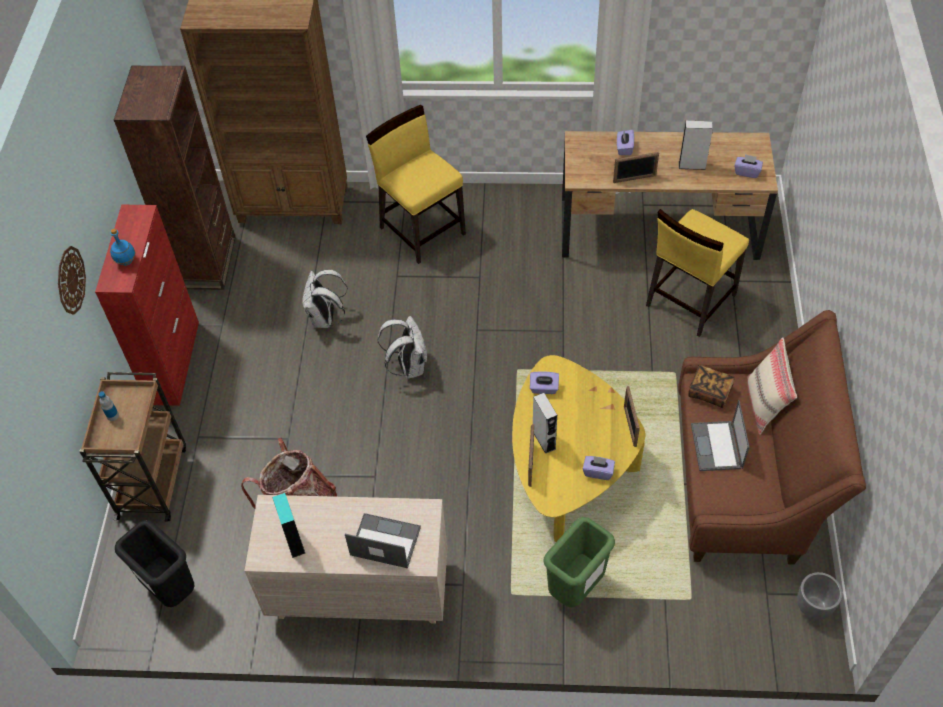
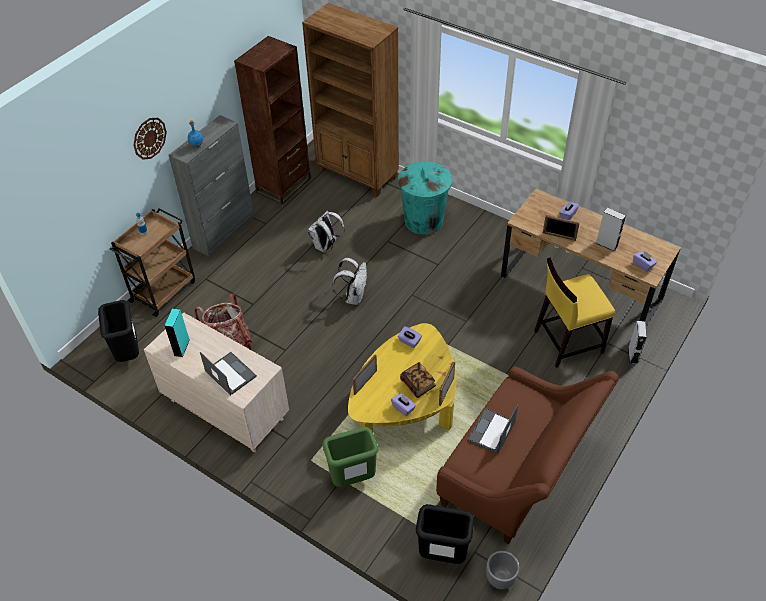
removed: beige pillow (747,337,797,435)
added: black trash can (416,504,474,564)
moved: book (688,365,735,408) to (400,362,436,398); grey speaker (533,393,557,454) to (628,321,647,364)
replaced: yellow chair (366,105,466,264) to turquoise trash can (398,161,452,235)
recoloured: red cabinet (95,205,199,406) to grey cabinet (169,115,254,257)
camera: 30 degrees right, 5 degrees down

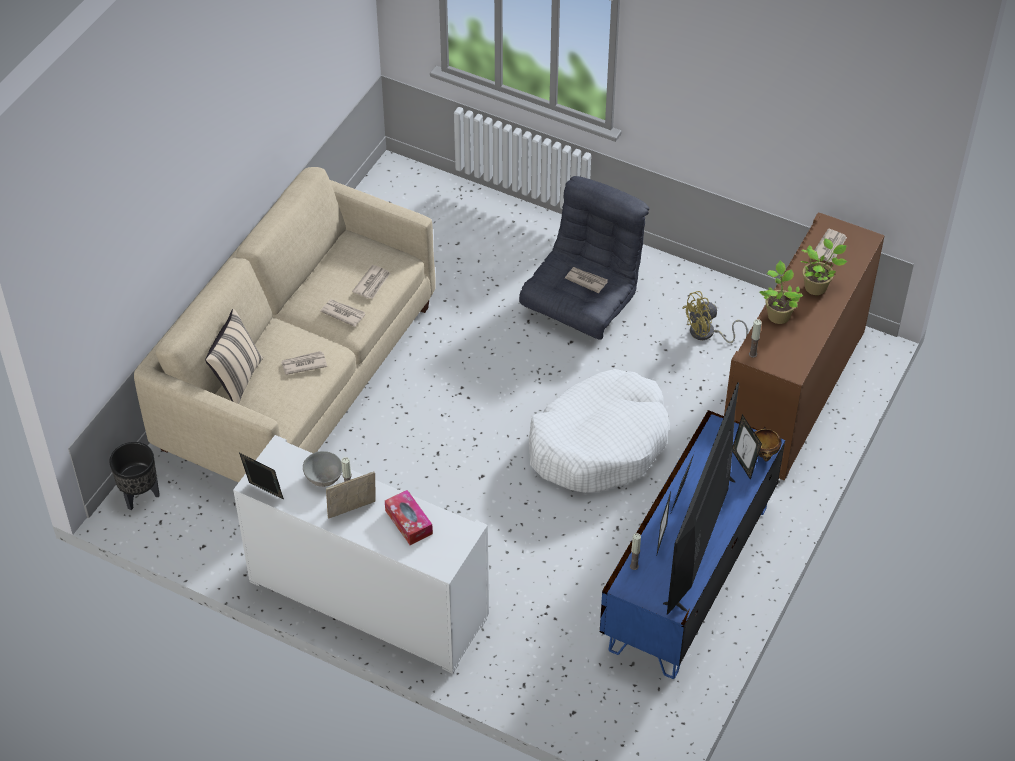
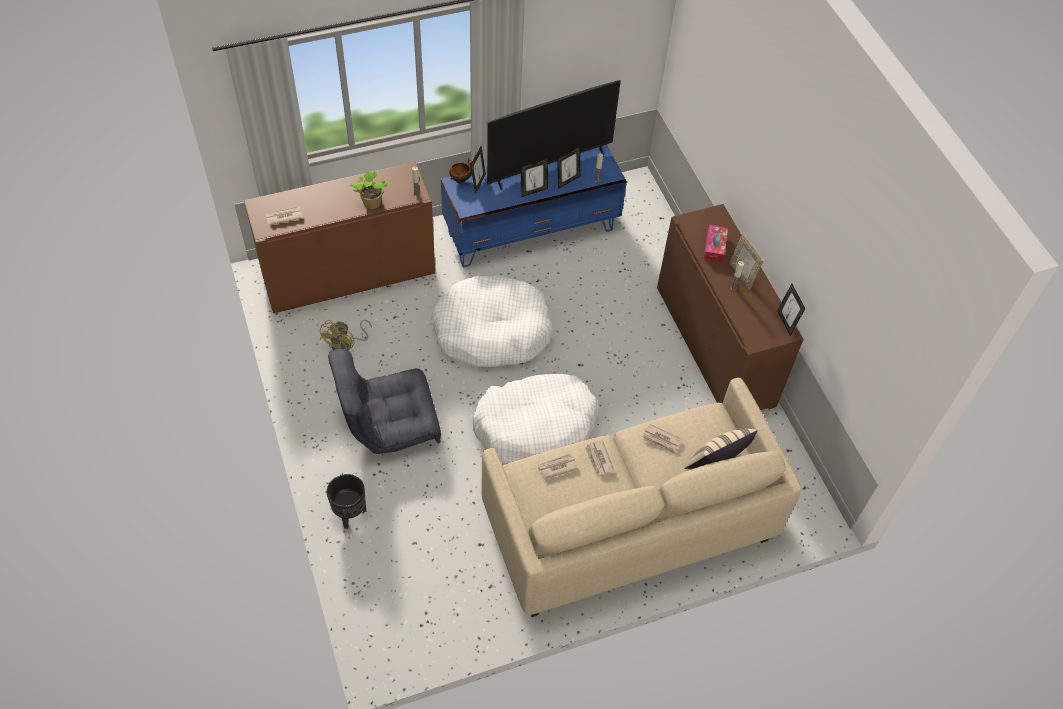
removed: grey bowl (303,451,342,487); newspaper (565,267,608,293); potted plant (801,238,848,295)
added: white dog bed (473,374,598,464)
moved: black planter (109,442,159,510) to (327,474,366,529)
recoloured: white cabinet (233,435,489,674) to brown cabinet (657,204,804,410)
turned: yellow fan (682,291,748,343) = (320,320,372,351) 90 degrees clockwise; picture frame (326,472,375,519) = (730,234,763,290) 45 degrees clockwise
camera: 140 degrees left, 5 degrees up

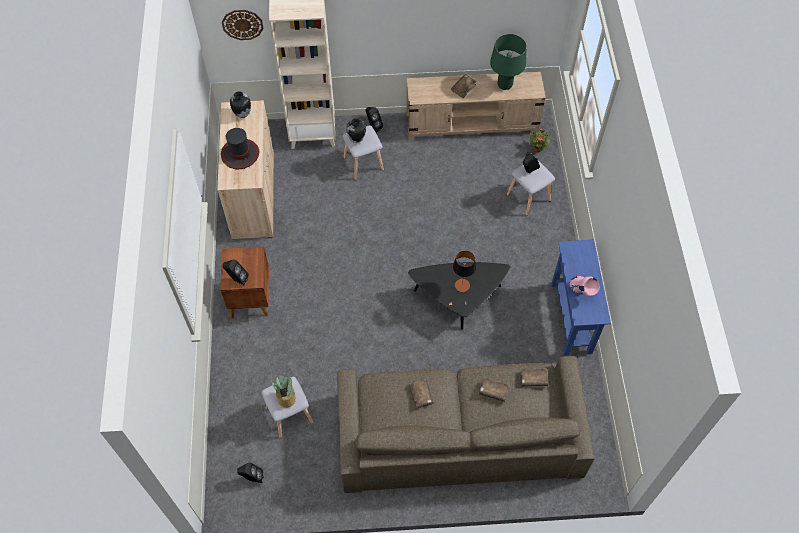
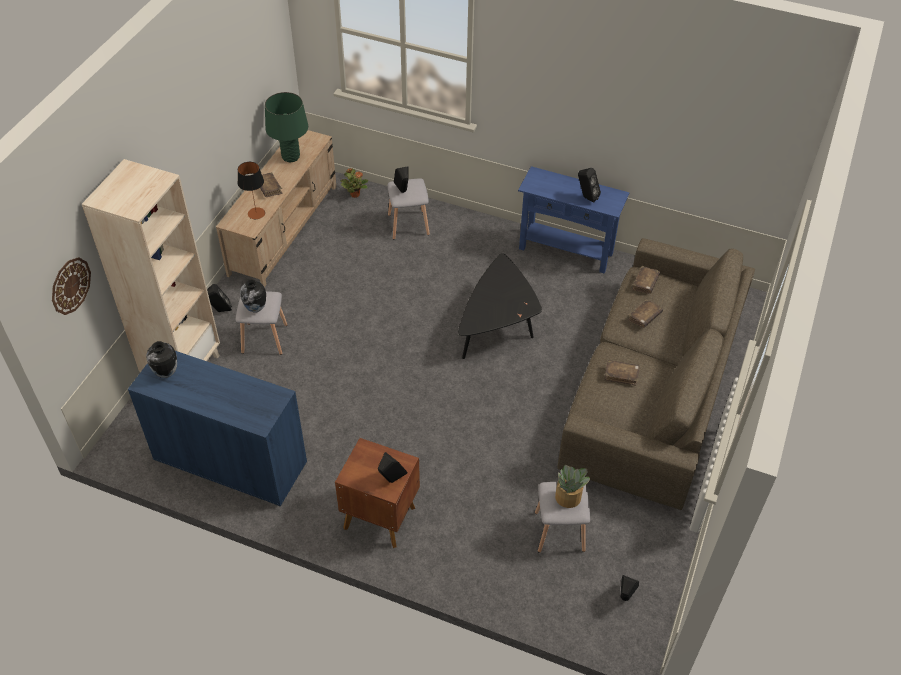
removed: hat (221,128,259,169)
moved: table lamp (453,251,476,292) to (237,162,265,219)
replaced: pink vase (569,276,600,296) to black speaker (578,168,601,203)
recoloured: beige cabinet (217,100,274,240) to blue cabinet (128,351,307,507)
camera: 65 degrees left, 10 degrees down

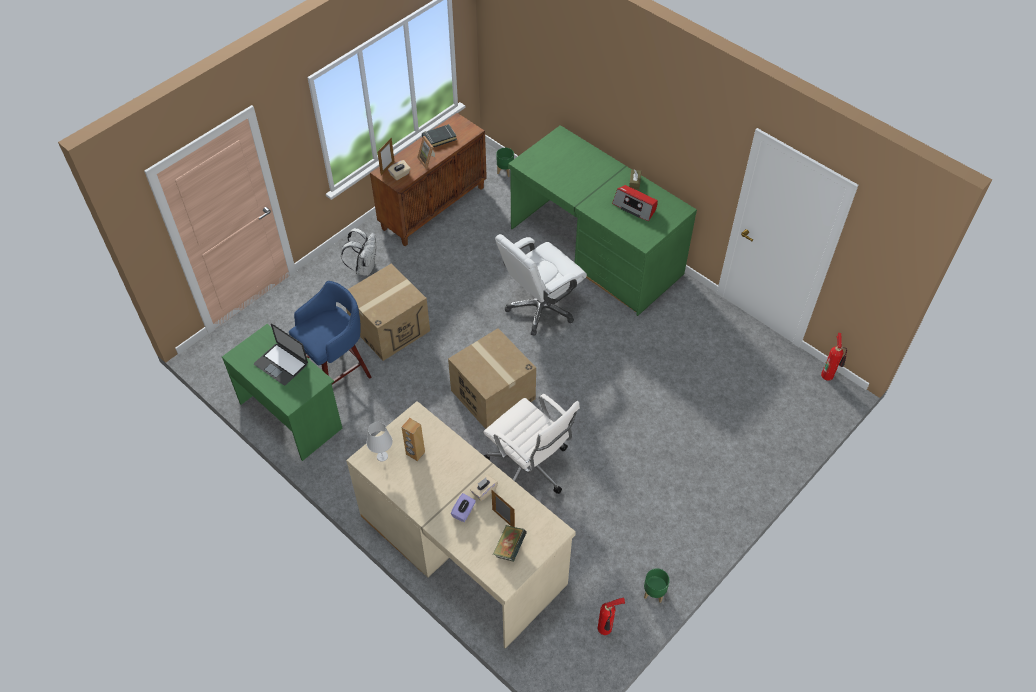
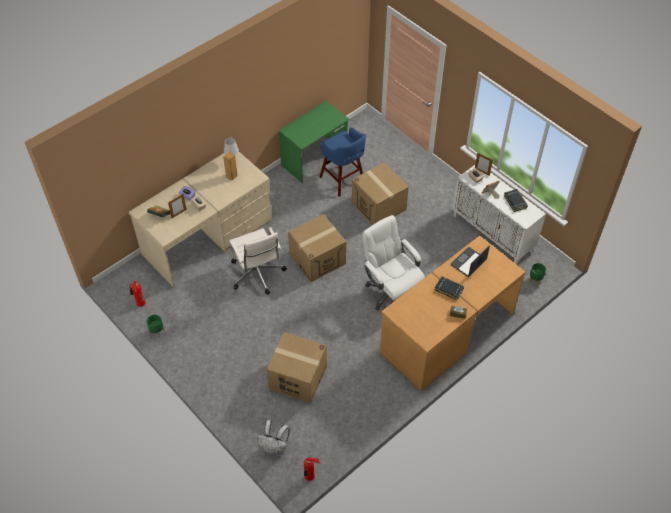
removed: radio (612,185,658,221)
added: cardboard box (266,332,327,403); black book (435,276,464,300)
moved: white backpack (341,228,376,276) to (257,420,290,456); laptop (254,323,308,385) to (450,245,490,277)
recoloured: green desk (508,125,697,316) to brown desk (380,236,526,391); brown cabinet (370,113,487,246) to white cabinet (452,165,546,264)
turned: white office chair (483,394,580,494) = (229,227,287,295) 75 degrees counterclockwise
camera: 95 degrees right, 0 degrees up

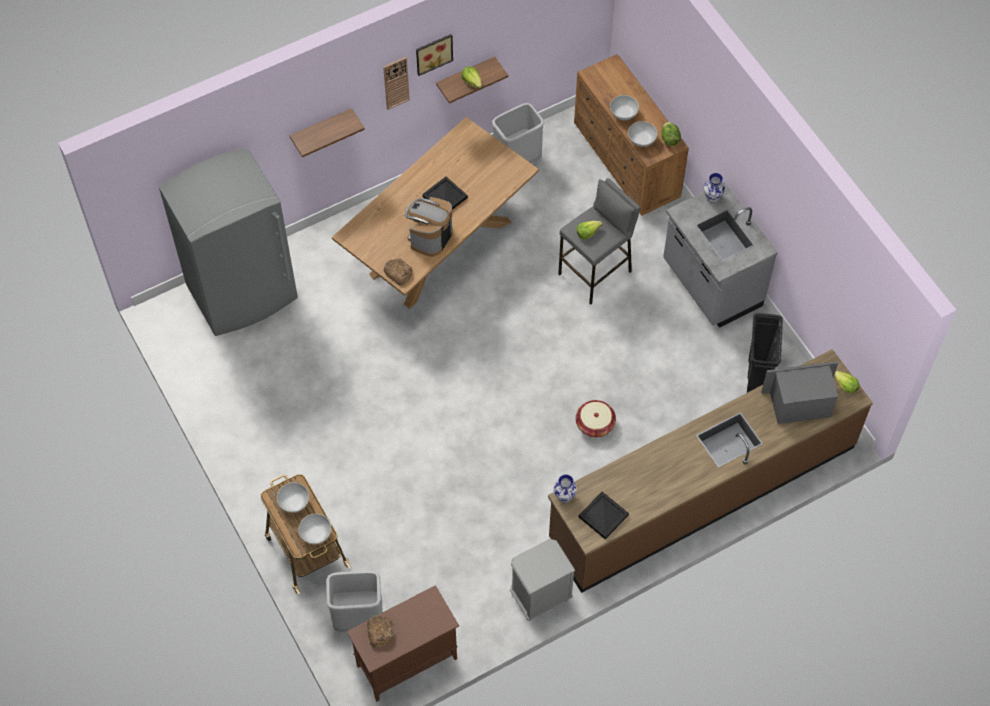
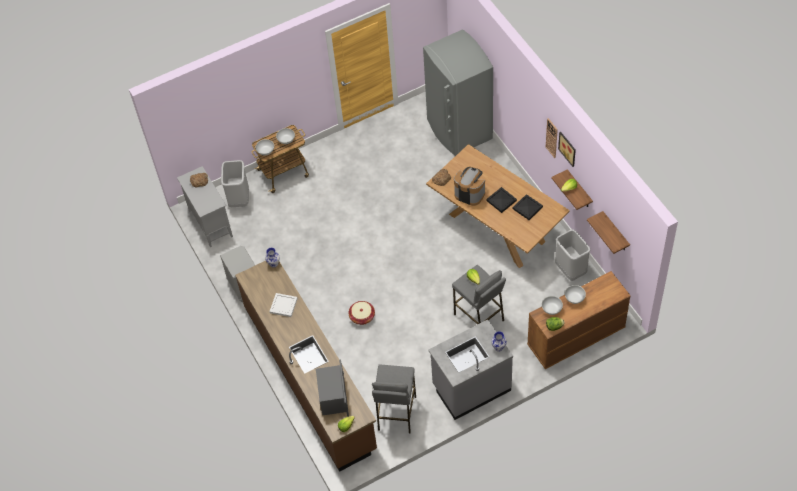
added: white tray (269,293,298,317)
moved: black tray (578,492,629,539) to (513,194,543,220); shelf (290,108,365,157) to (587,211,630,254)
replaced: black trash can (747,313,783,393) to grey stool (372,365,416,433)
recoloured: brown cabinet (347,585,459,702) to grey cabinet (177,166,233,247)
camera: 95 degrees right, 5 degrees down

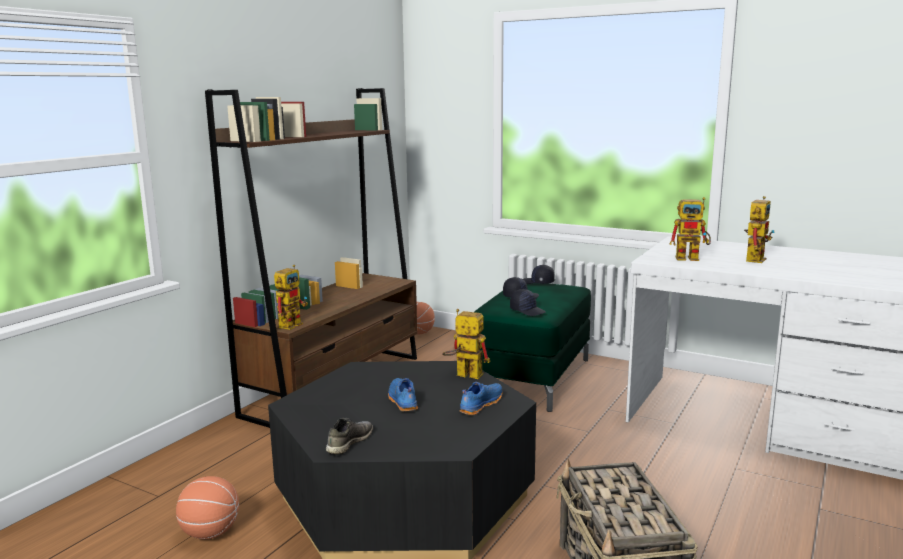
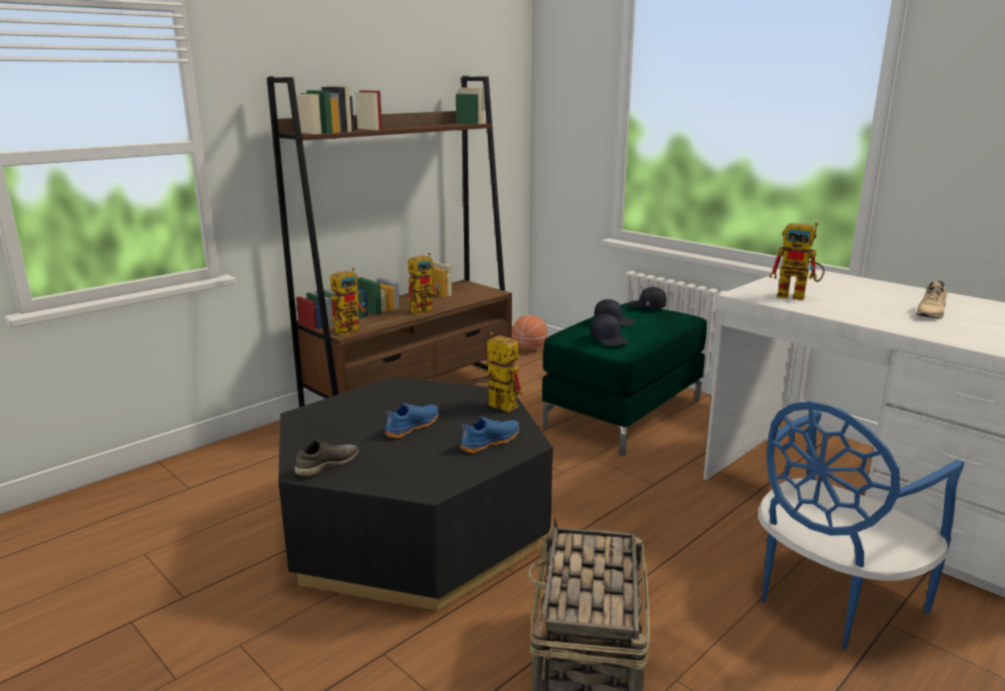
removed: basketball (176,476,239,539)
added: blue chair (758,401,964,649); beige shoe (915,281,947,319)
moved: toy robot (744,196,775,263) to (408,253,441,315)
turned: blue shoe (388,378,418,411) = (385,403,439,438) 45 degrees clockwise
camera: 15 degrees right, 5 degrees up

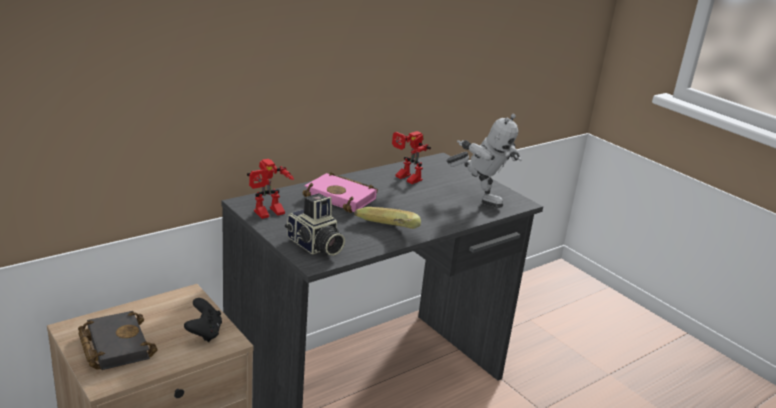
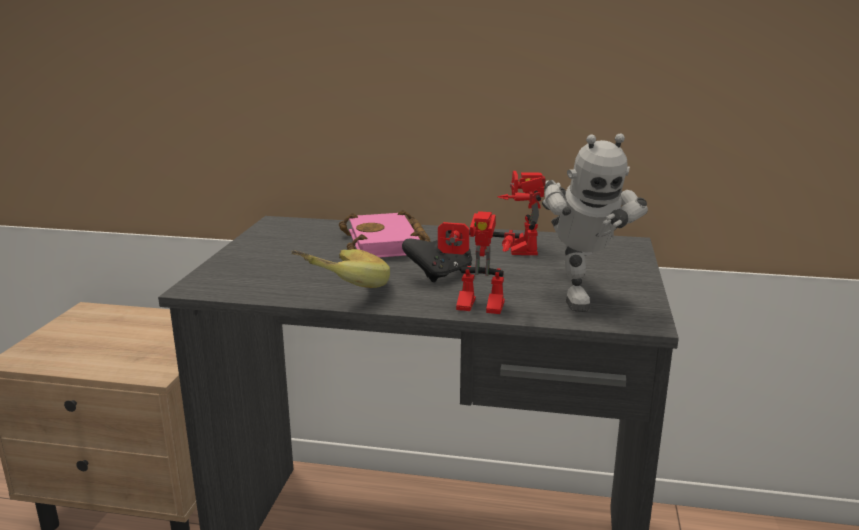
removed: black book (78,311,158,370); photo camera (285,193,345,256)
moved: black game controller (184,298,222,342) to (402,231,472,282); toy robot (247,159,294,219) to (438,211,520,314)
camera: 50 degrees right, 5 degrees down

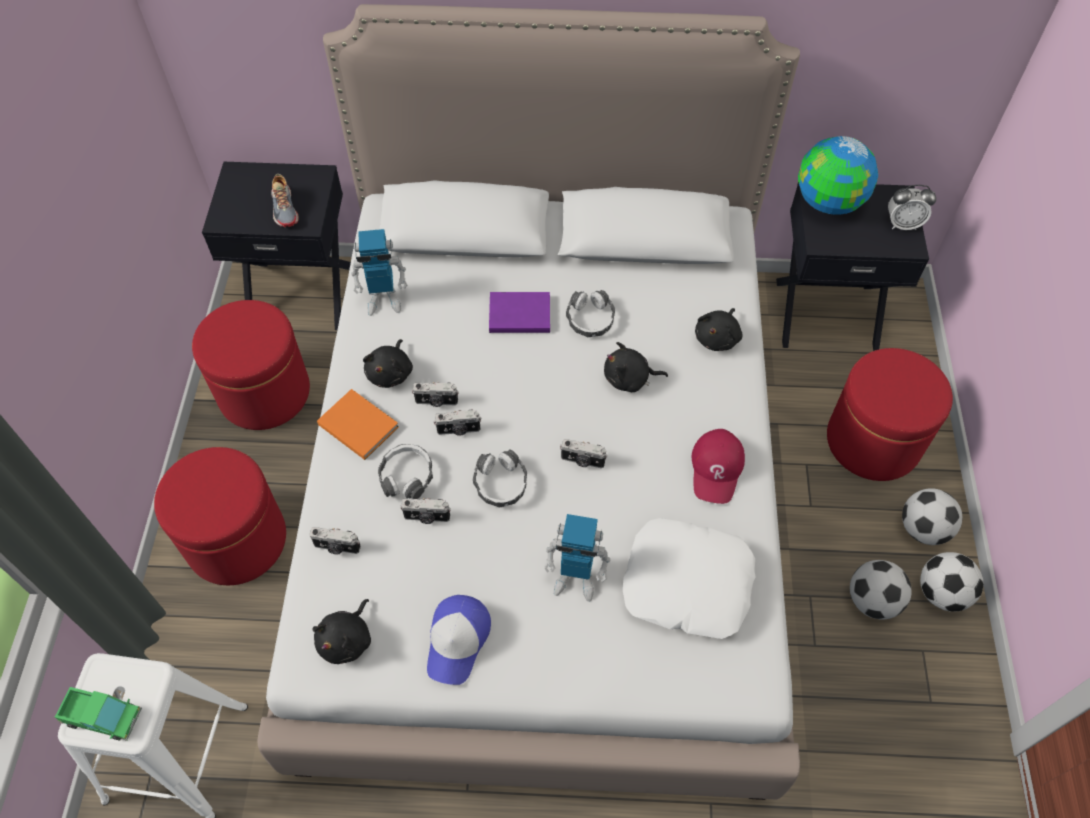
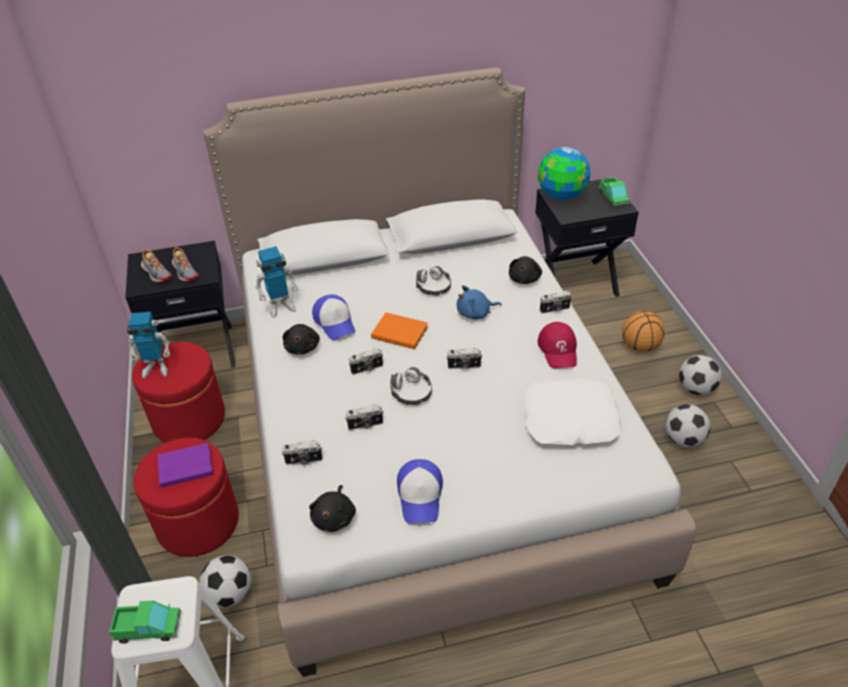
removed: headphones (378,444,433,499)
added: shoe (141,250,172,282); cap (312,294,355,340)
moved: toy robot (544,514,610,602) to (127,312,170,378); purple book (489,292,550,333) to (158,443,213,488); football (920,552,984,612) to (199,555,251,608); orange book (317,389,399,460) to (371,312,428,349); photo camera (412,382,459,407) to (540,291,572,314)
replaced: alarm clock (888,185,936,230) to toy truck (599,178,630,206); red ottoman (827,348,953,481) to basketball (622,311,665,352)
recoloured: black plush toy (604,342,668,392) to blue plush toy (457,285,502,320)
camera: 15 degrees left, 15 degrees down

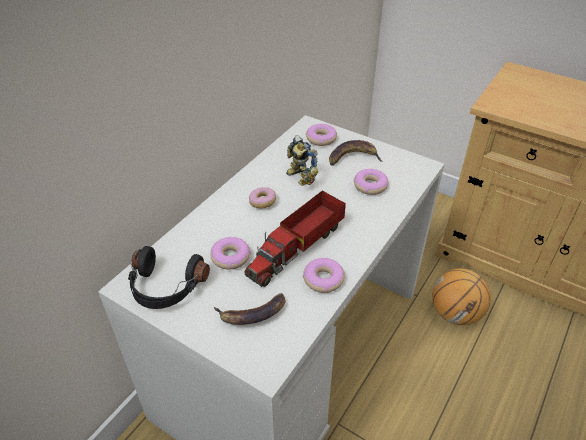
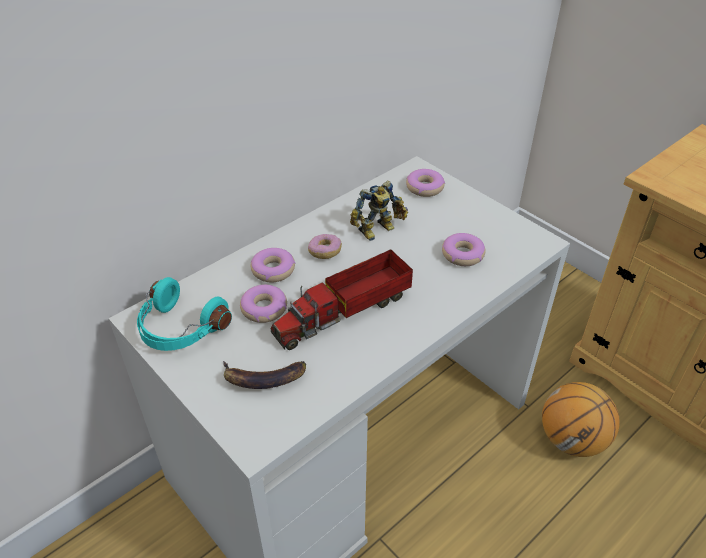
removed: banana (329,140,383,166)
moved: donut (303,258,345,293) to (251,248,296,282)
recoloured: black headphones (128,246,210,309) to turquoise headphones (137,277,232,351)
turned: toy robot (286,135,318,186) = (350,180,408,241) 105 degrees counterclockwise
camera: 15 degrees right, 0 degrees up

